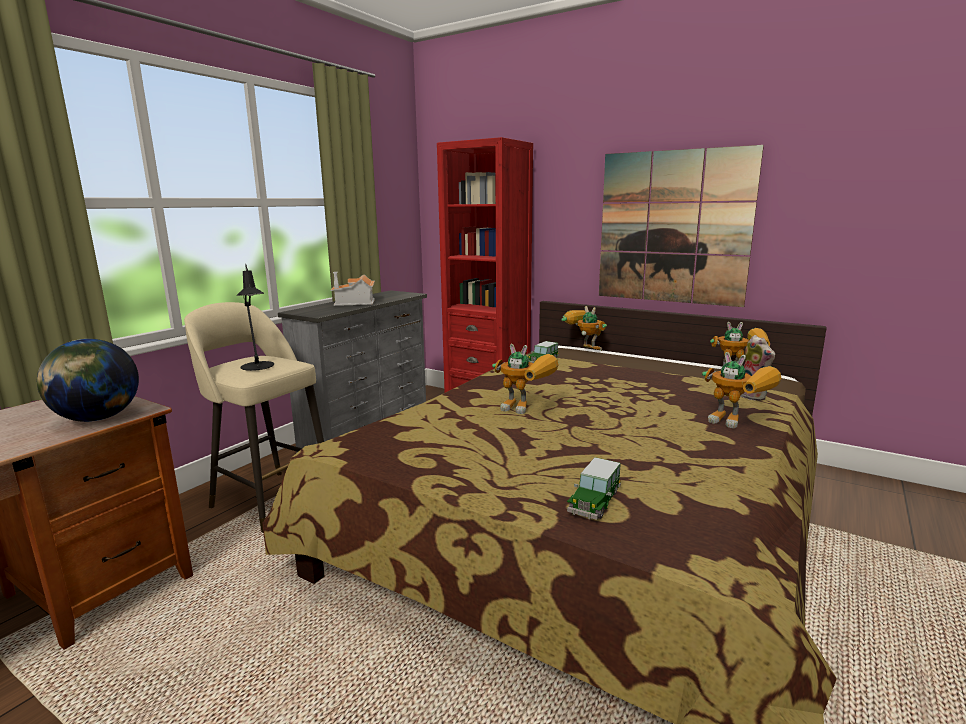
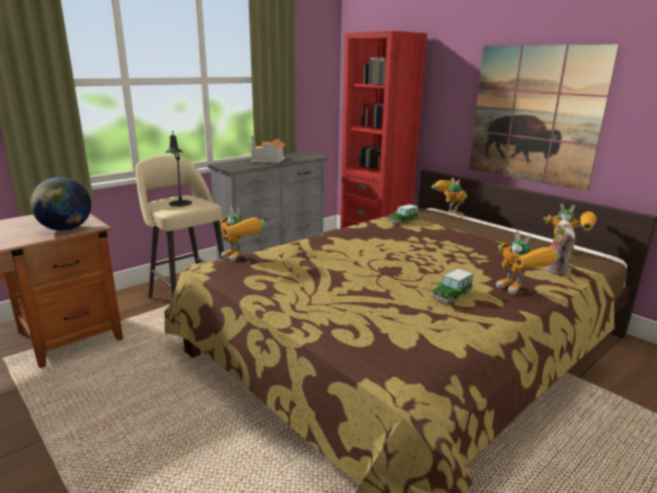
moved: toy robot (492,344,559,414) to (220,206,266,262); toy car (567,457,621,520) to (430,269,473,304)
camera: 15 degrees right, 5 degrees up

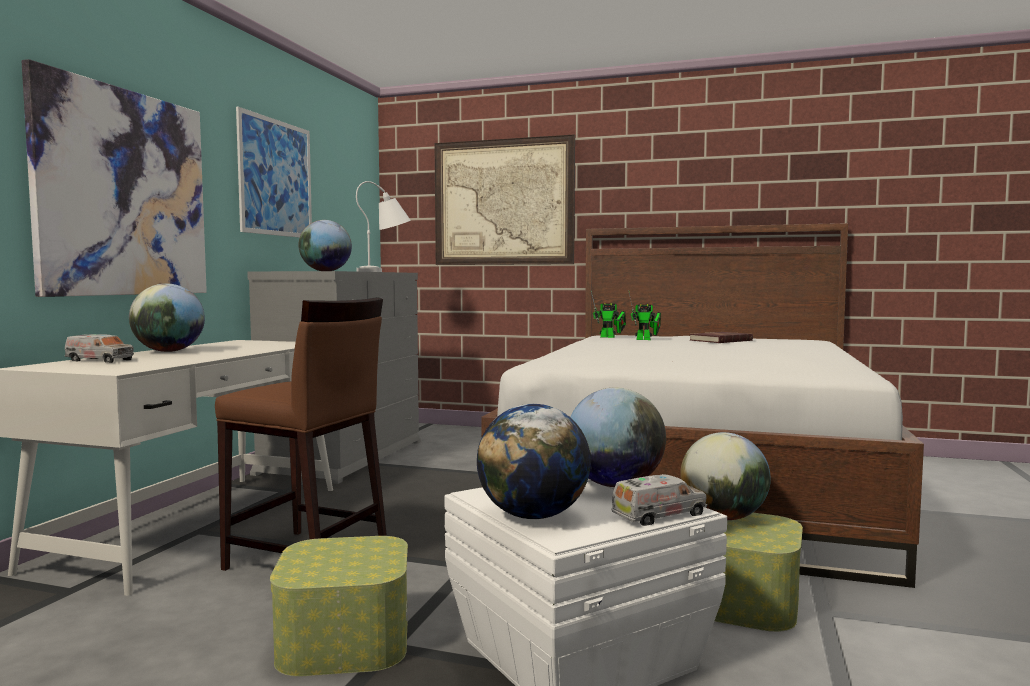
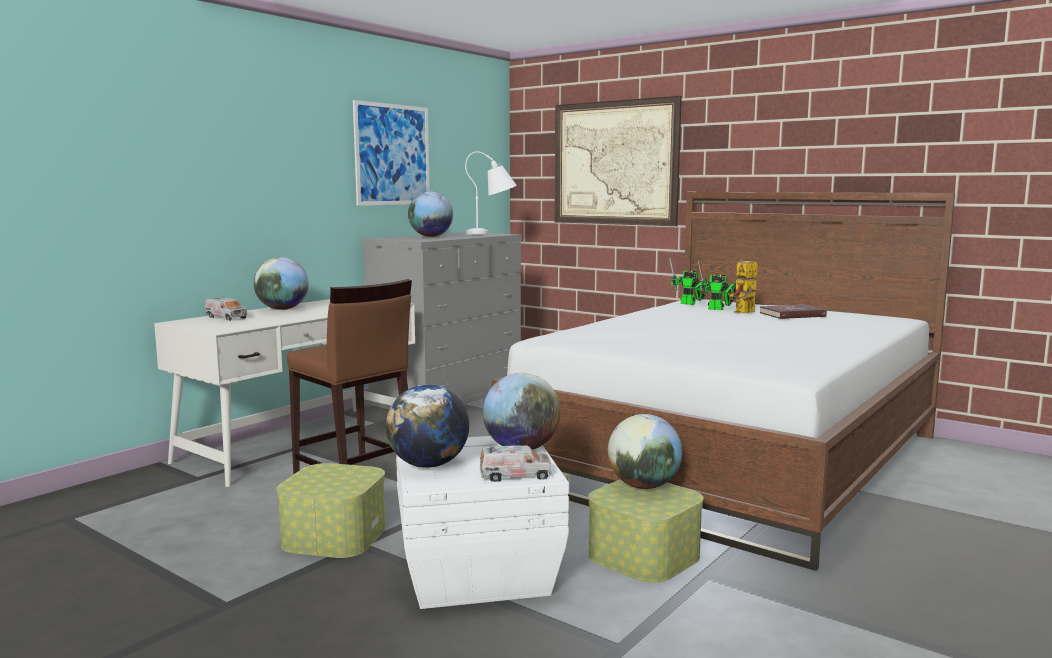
removed: picture (22,59,207,297)
added: toy robot (729,259,758,313)
camera: 20 degrees right, 5 degrees up

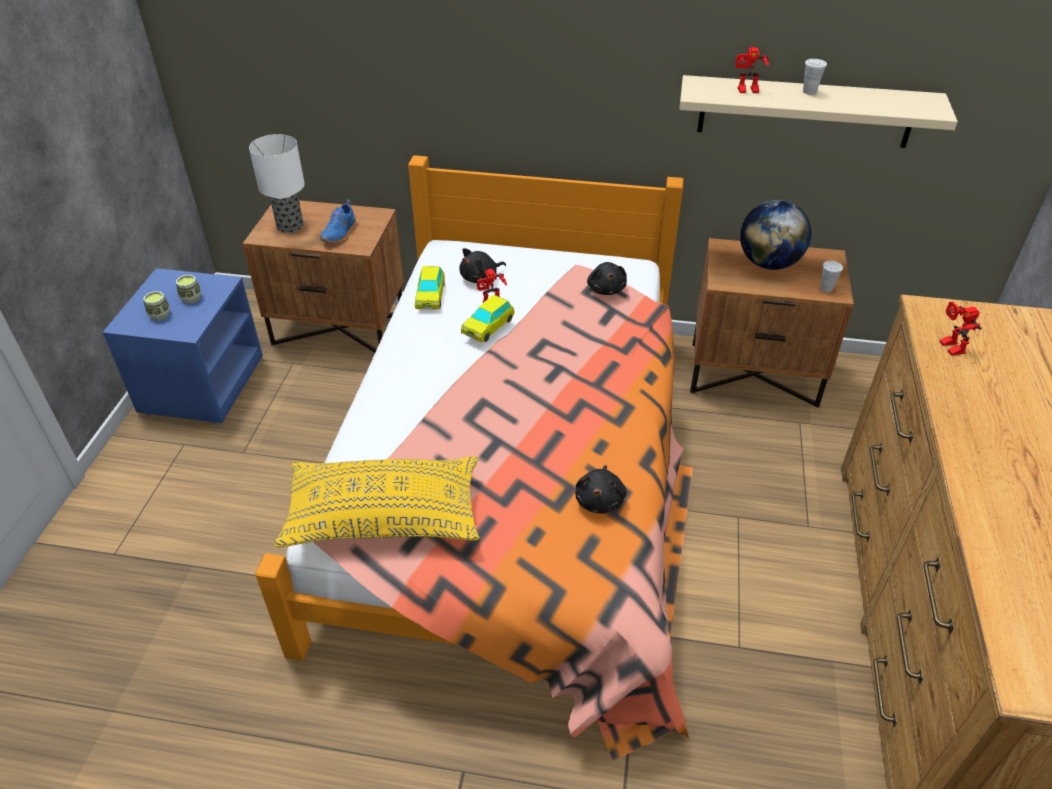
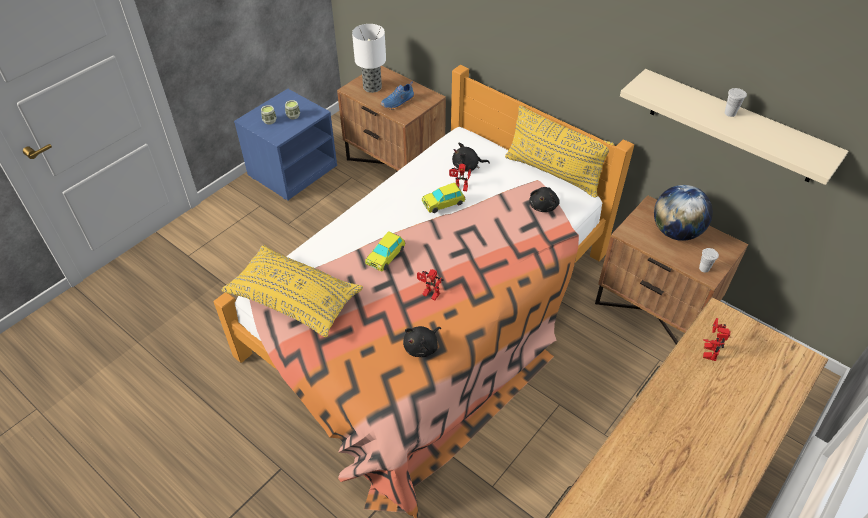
added: yellow pillow (505,105,614,198)
moved: toy car (415,266,445,309) to (365,231,405,272); toy robot (735,47,769,93) to (417,269,444,300)
camera: 30 degrees right, 5 degrees up

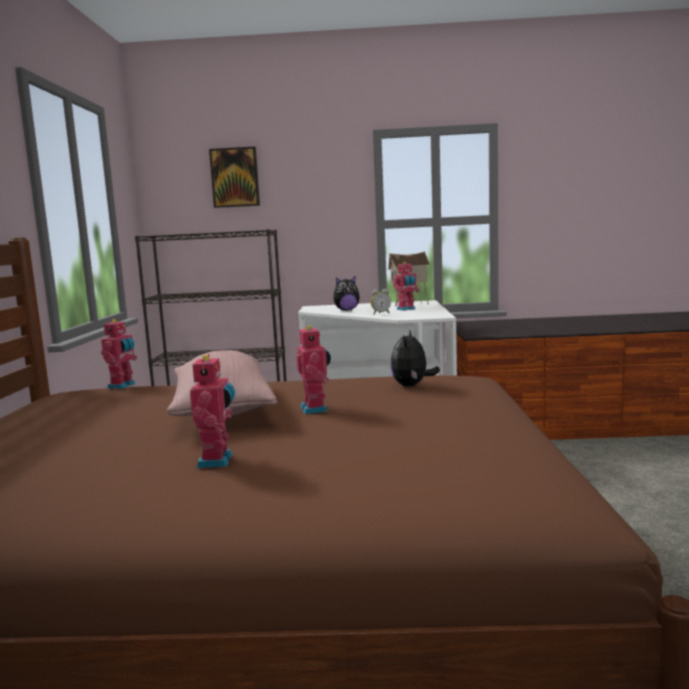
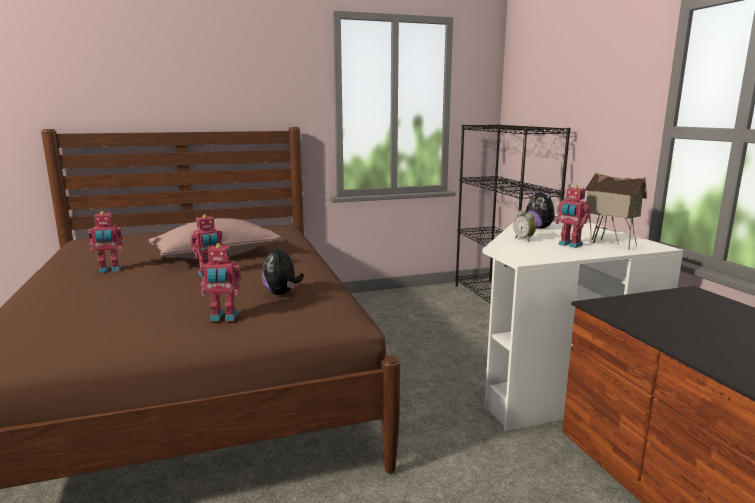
removed: picture (209,147,260,208)
moved: toy robot (101,319,137,389) to (200,243,241,321)
turned: plush toy (390,329,440,386) = (262,243,304,295) 105 degrees counterclockwise
camera: 70 degrees right, 5 degrees up

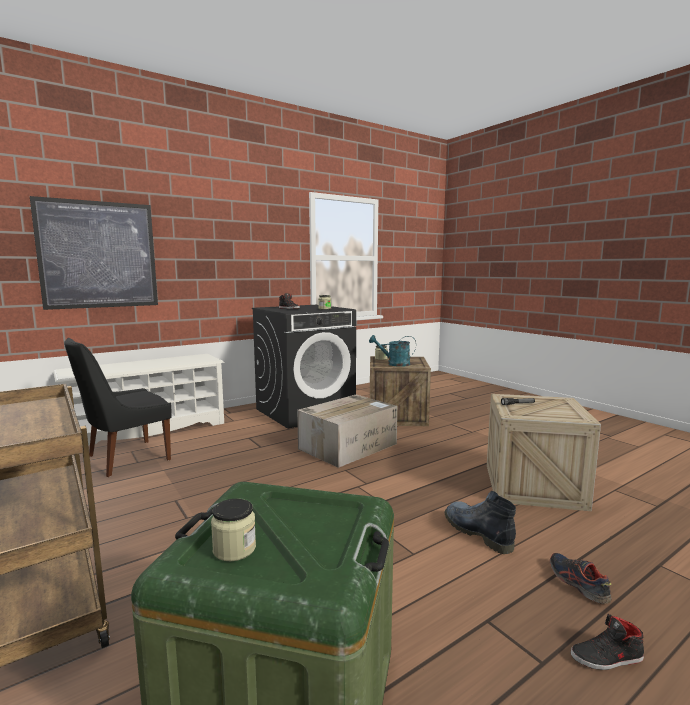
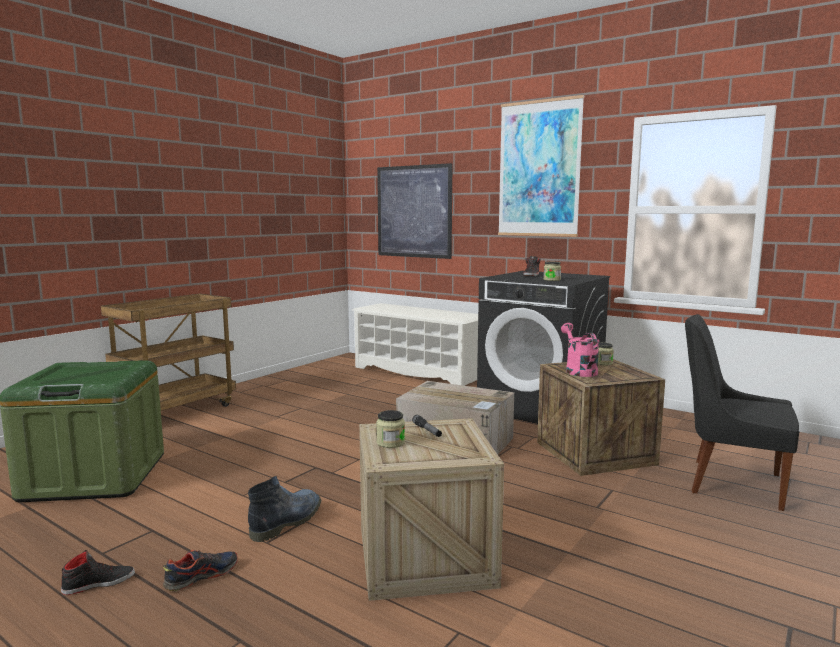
added: picture (498,95,584,237)
moved: jar (211,499,256,561) to (376,410,405,448); black chair (64,338,172,477) to (685,314,800,511)
recoloured: turquoise watering can (369,335,416,367) to pink watering can (561,323,599,377)
turned: black shoe (571,614,644,670) = (61,550,135,595) 90 degrees clockwise
camera: 70 degrees right, 0 degrees up

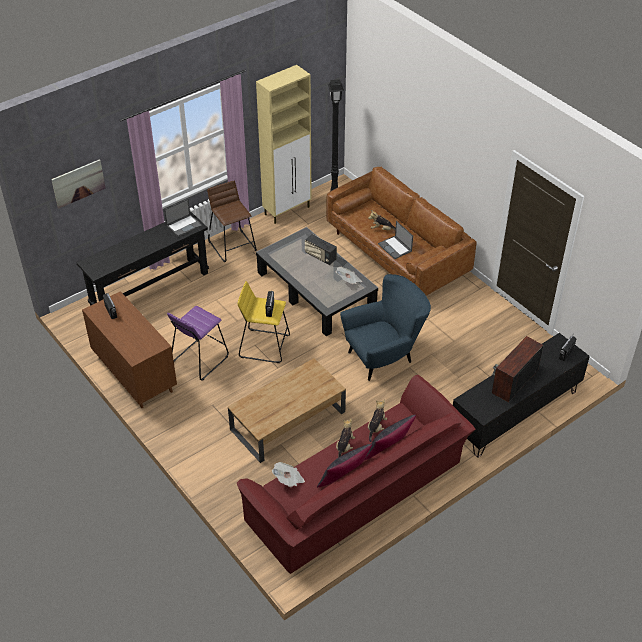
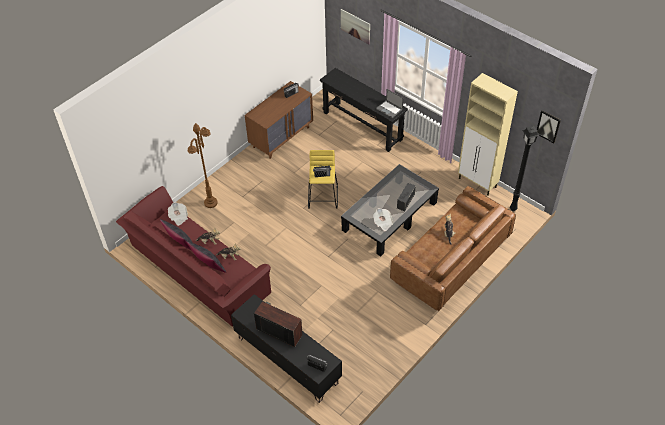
removed: purple stool (167,306,229,381); brown stool (207,181,257,262); brown coffee table (228,358,346,463); blue armchair (340,274,431,381); laptop (378,221,413,260)
added: brown floor lamp (188,123,218,208); picture (537,110,561,143)
camera: 80 degrees right, 5 degrees up

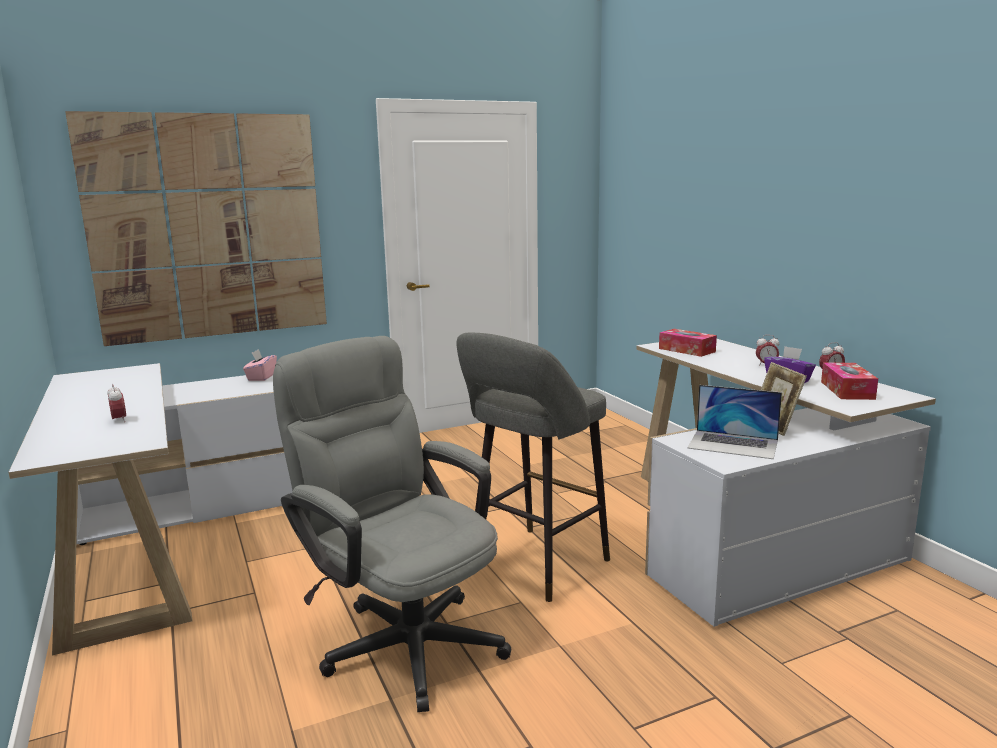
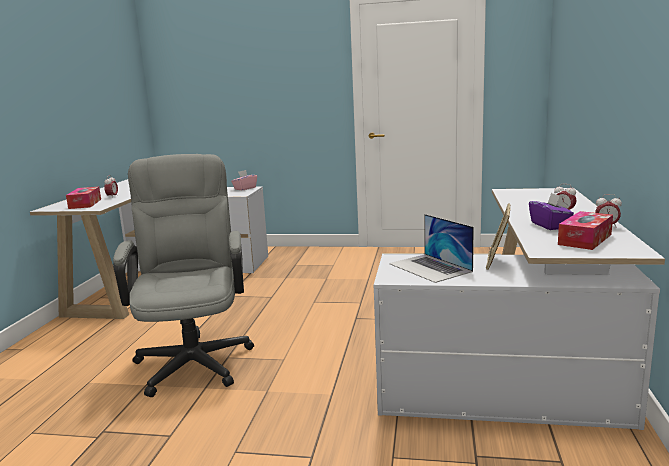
removed: picture (65,111,327,346); grey stool (457,333,610,602)
moved: tissue box (659,329,717,357) to (66,187,101,209)
camera: 35 degrees right, 0 degrees up

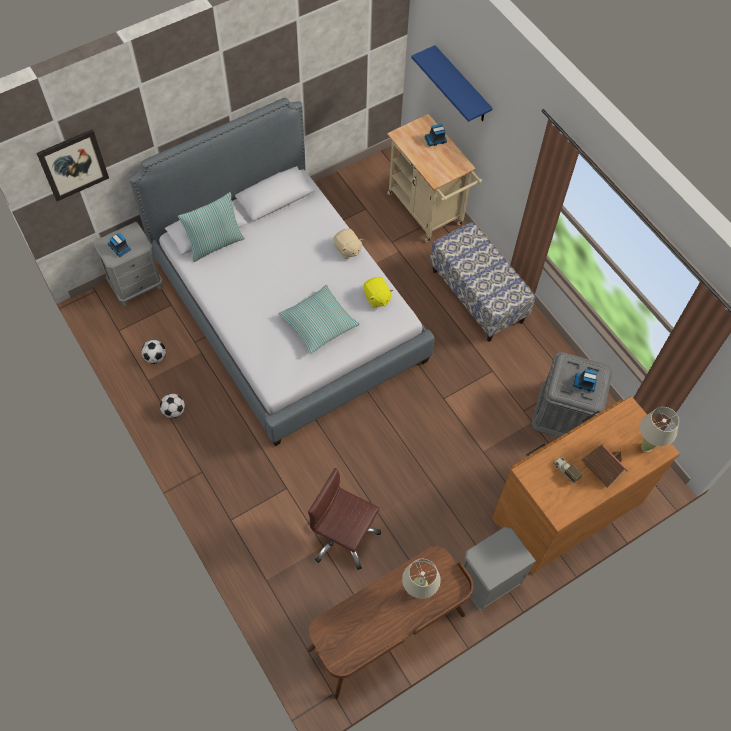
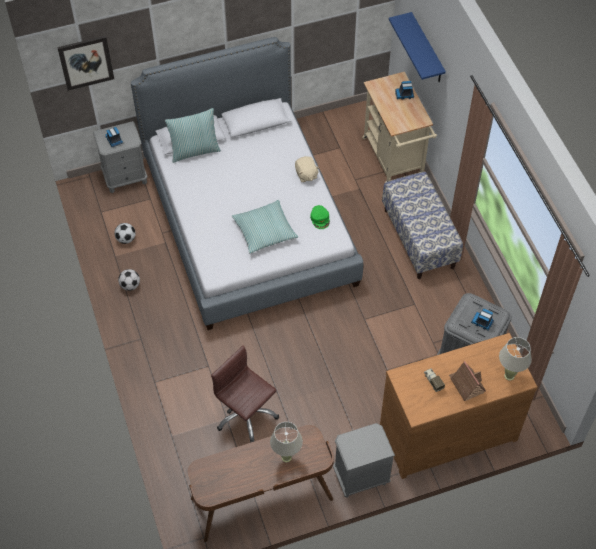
replaced: yellow plush toy (363,277,393,308) to green cap (310,205,330,229)
camera: 15 degrees right, 5 degrees down

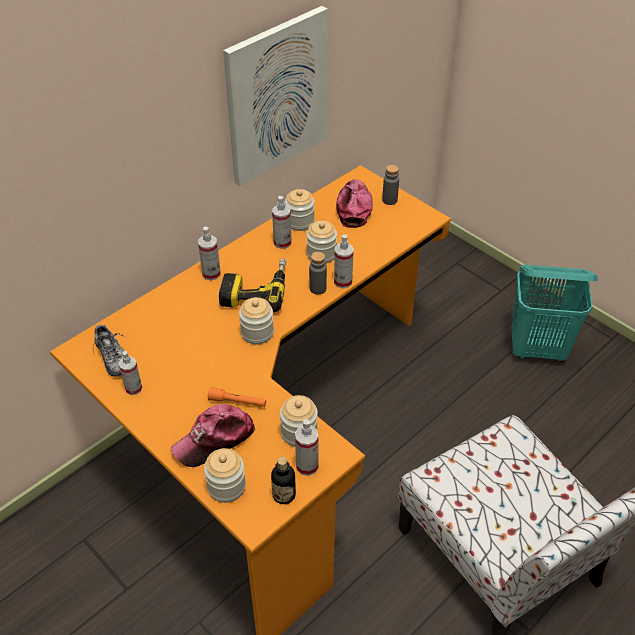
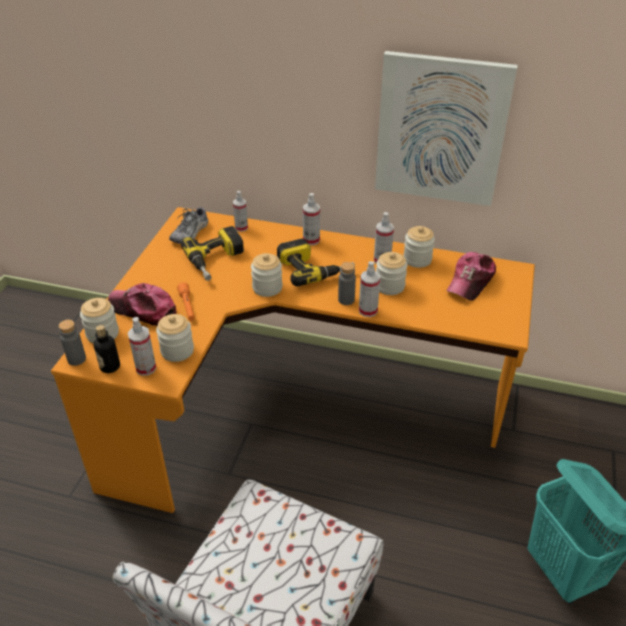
added: power drill (181,226,244,281)
moved: grey bottle (382,165,399,205) to (59,320,86,366); spray bottle (119,351,142,395) to (233,191,248,232)
turned: cap (336,179,373,228) = (446,252,496,300) 150 degrees clockwise
camera: 60 degrees right, 5 degrees down

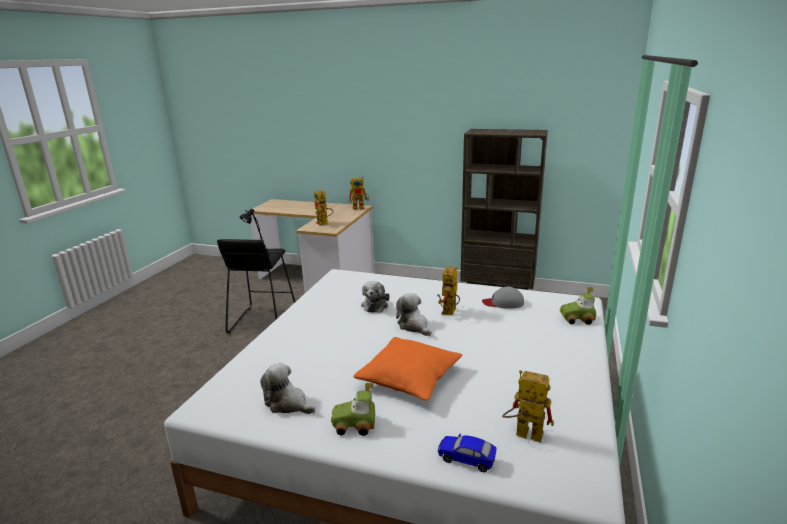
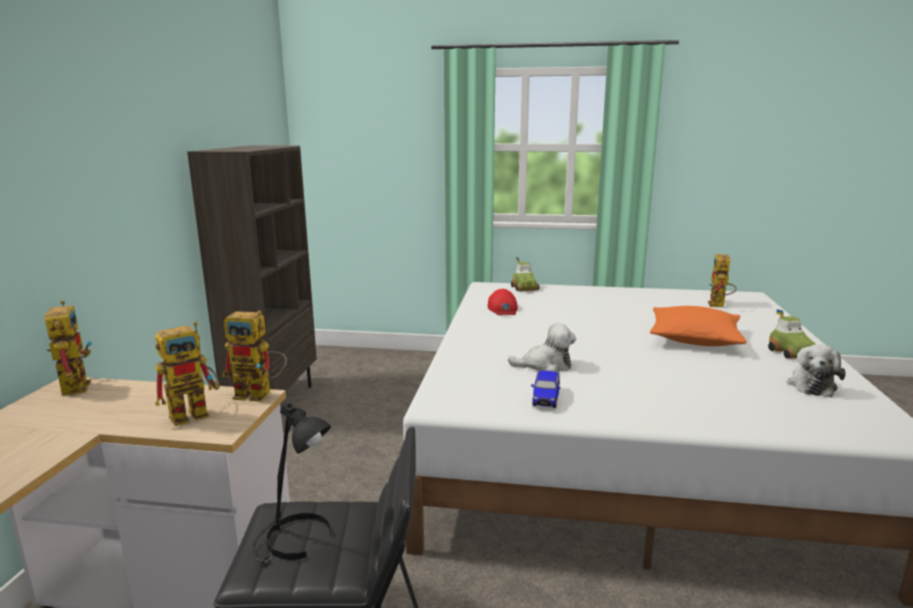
removed: plush toy (396,293,431,336)
moved: toy robot (437,266,460,316) to (222,310,287,402); toy car (438,434,496,472) to (531,371,560,408)
recoloured: grey cap (482,286,524,309) to red cap (488,289,518,315)
camera: 100 degrees left, 5 degrees down

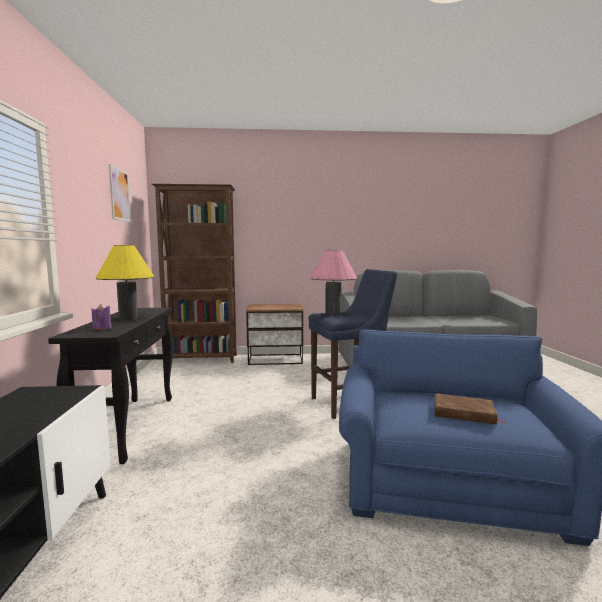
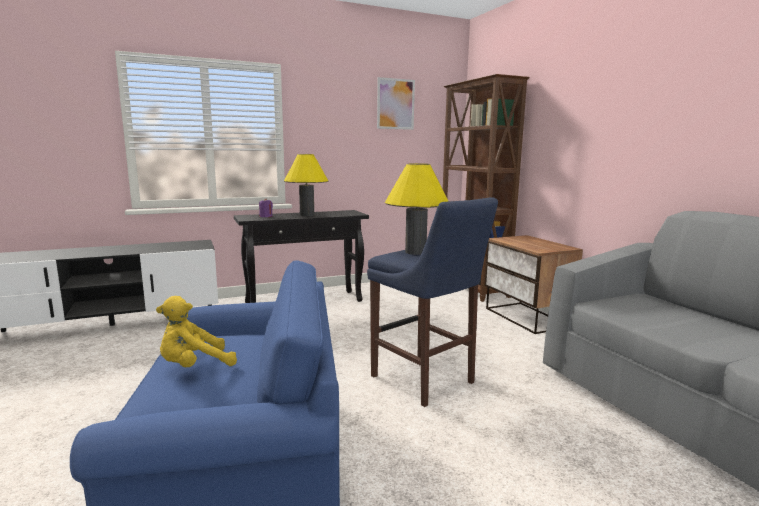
replaced: brown book (435,393,506,425) to yellow plush toy (156,296,237,367)
recoloured: pink table lamp (310,250,357,316) to yellow table lamp (385,163,449,255)
camera: 70 degrees right, 5 degrees up

